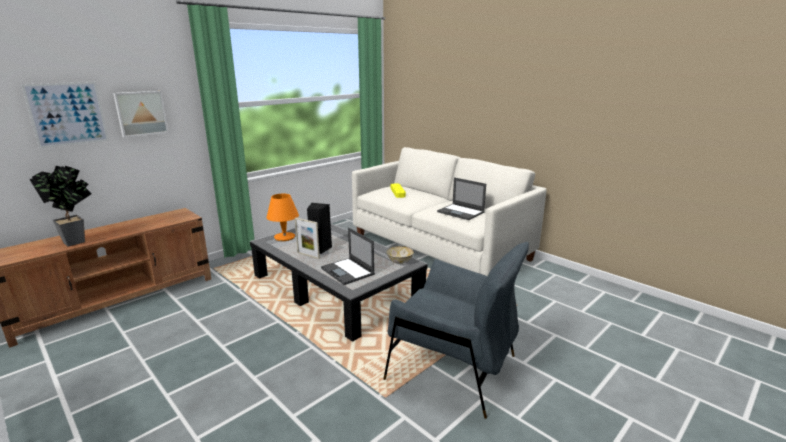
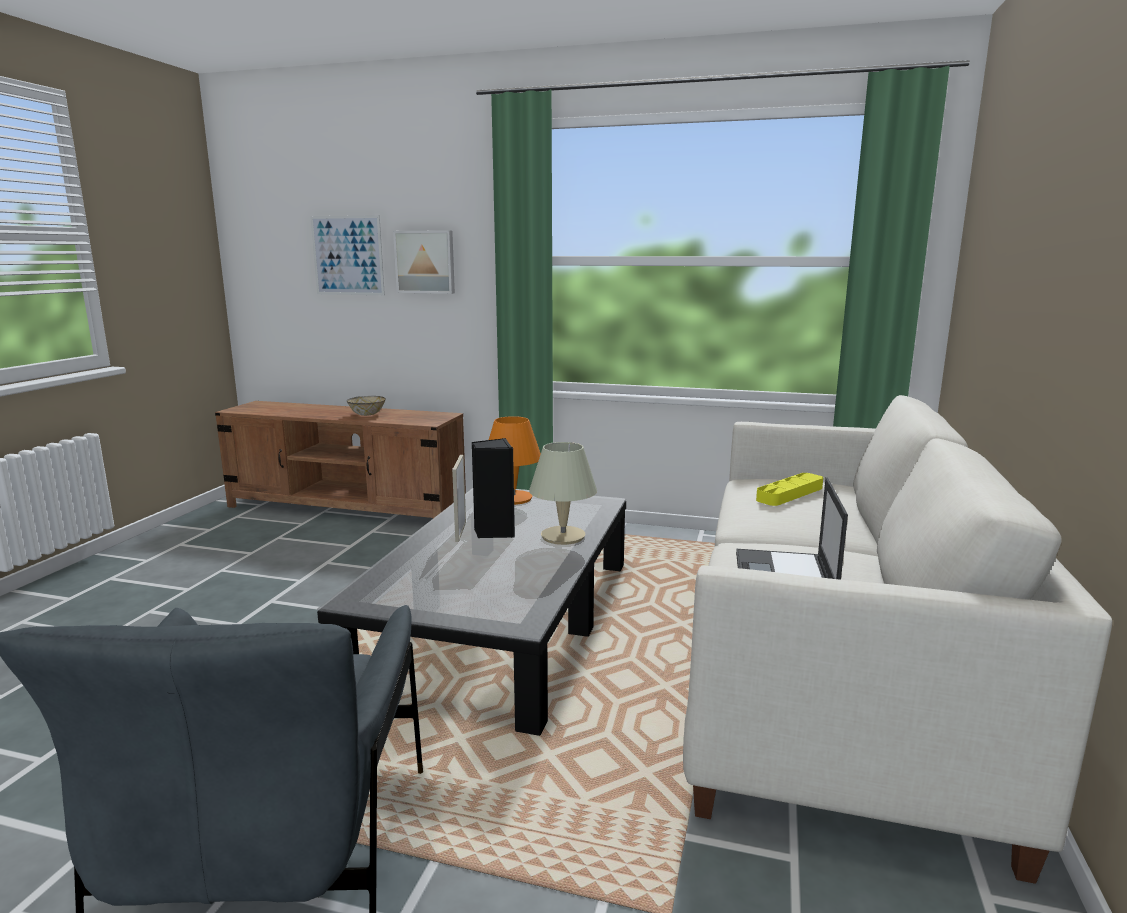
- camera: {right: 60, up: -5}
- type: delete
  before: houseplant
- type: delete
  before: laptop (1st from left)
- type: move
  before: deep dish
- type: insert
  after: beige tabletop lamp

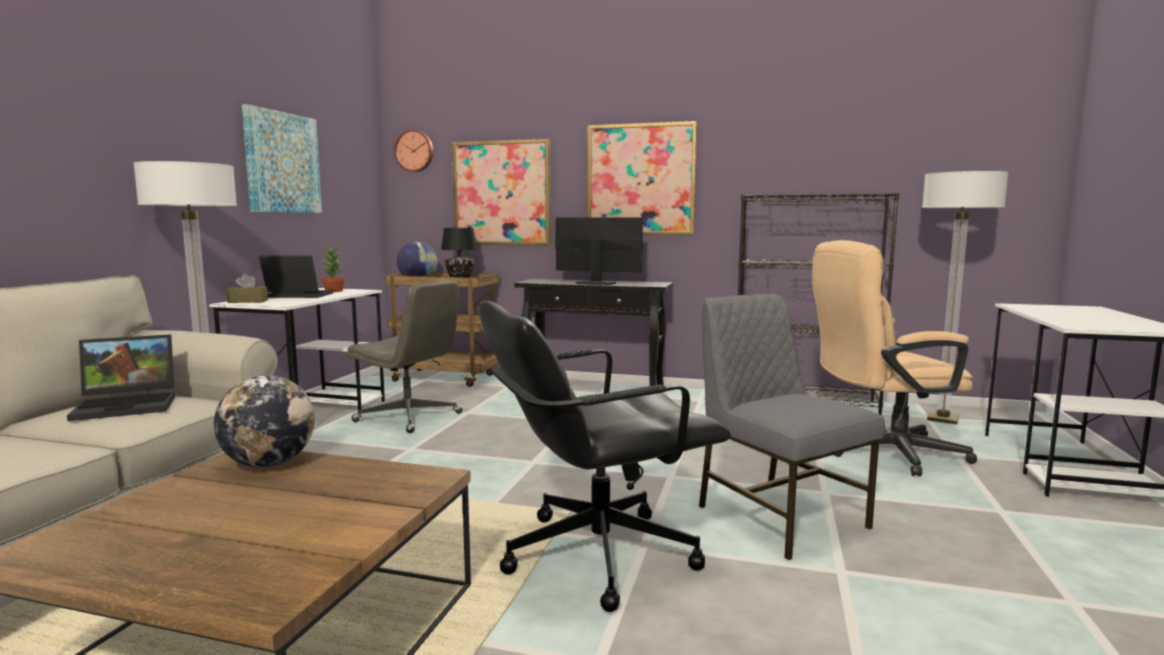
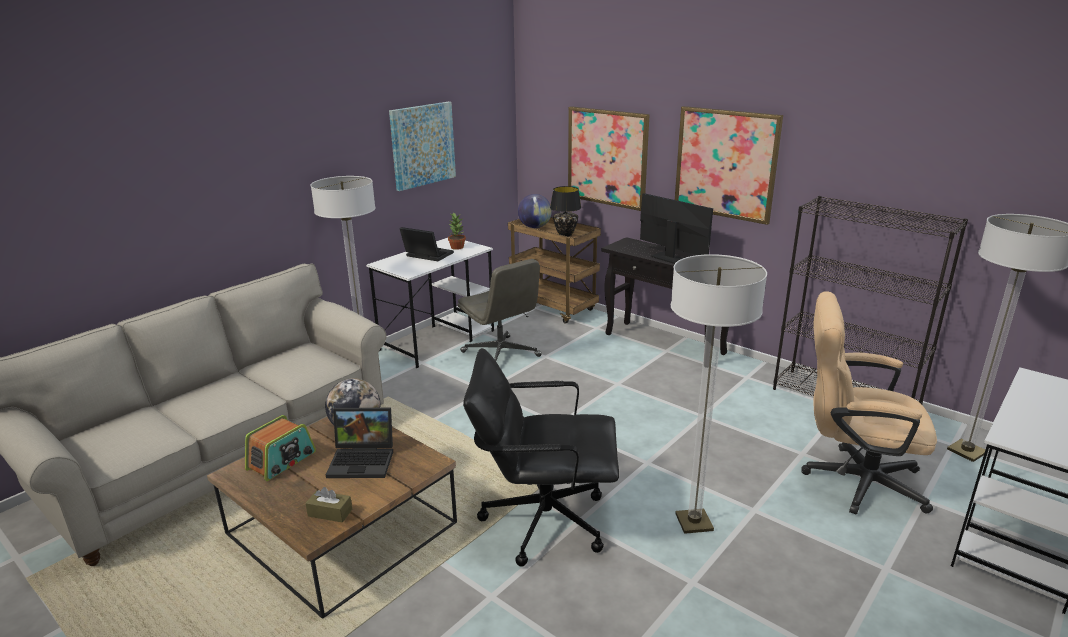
- camera: {right: 25, up: 15}
- type: move
  before: laptop (1st from left)
- type: move
  before: brownish box of tissues
- type: delete
  before: wall clock
- type: replace
  before: greyish plain chair
  after: standing lamp (2nd from left)
- type: insert
  after: radio set

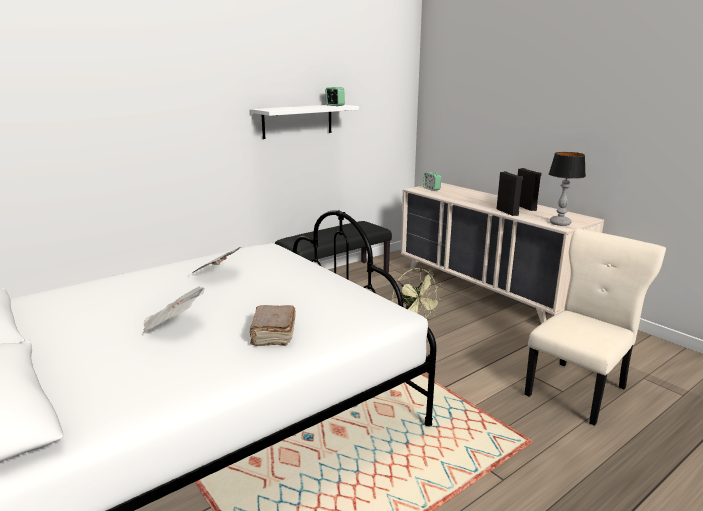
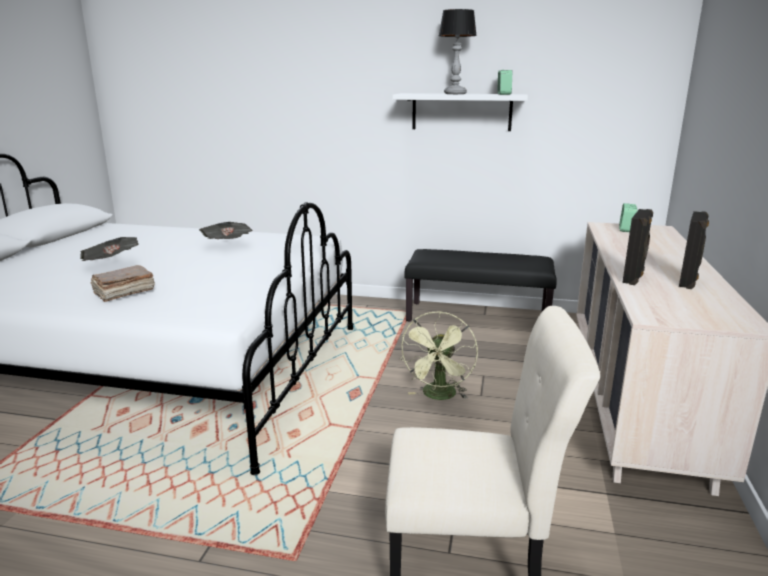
- camera: {right: 50, up: 0}
- type: move
  before: tabletop lamp

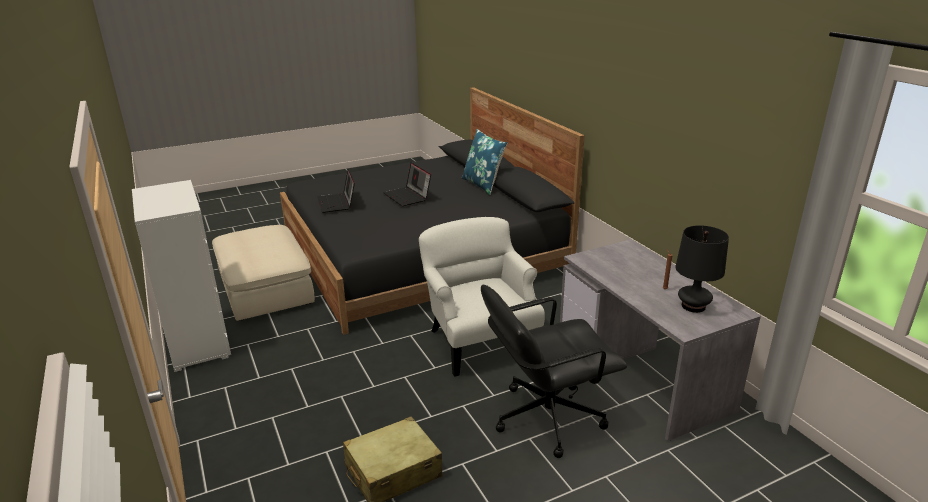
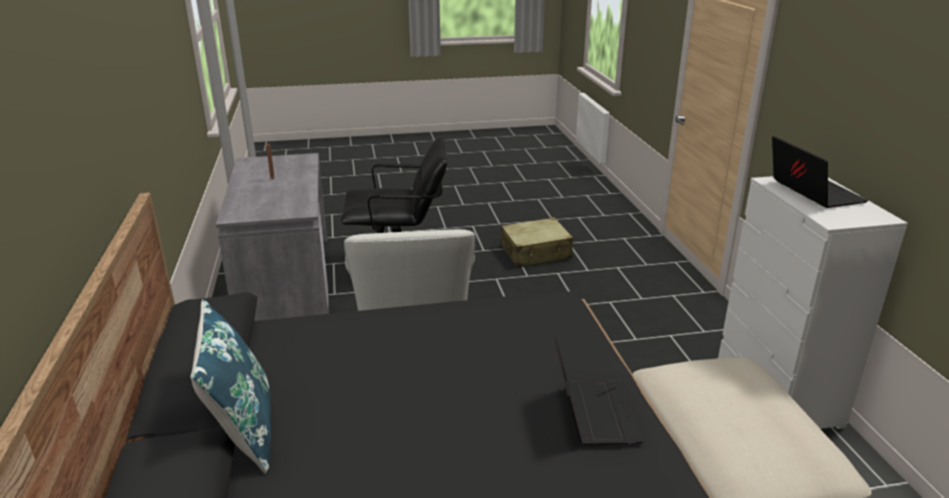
- camera: {right: -165, up: 0}
- type: move
  before: laptop (2nd from left)
- type: delete
  before: black-coloured tabletop lamp

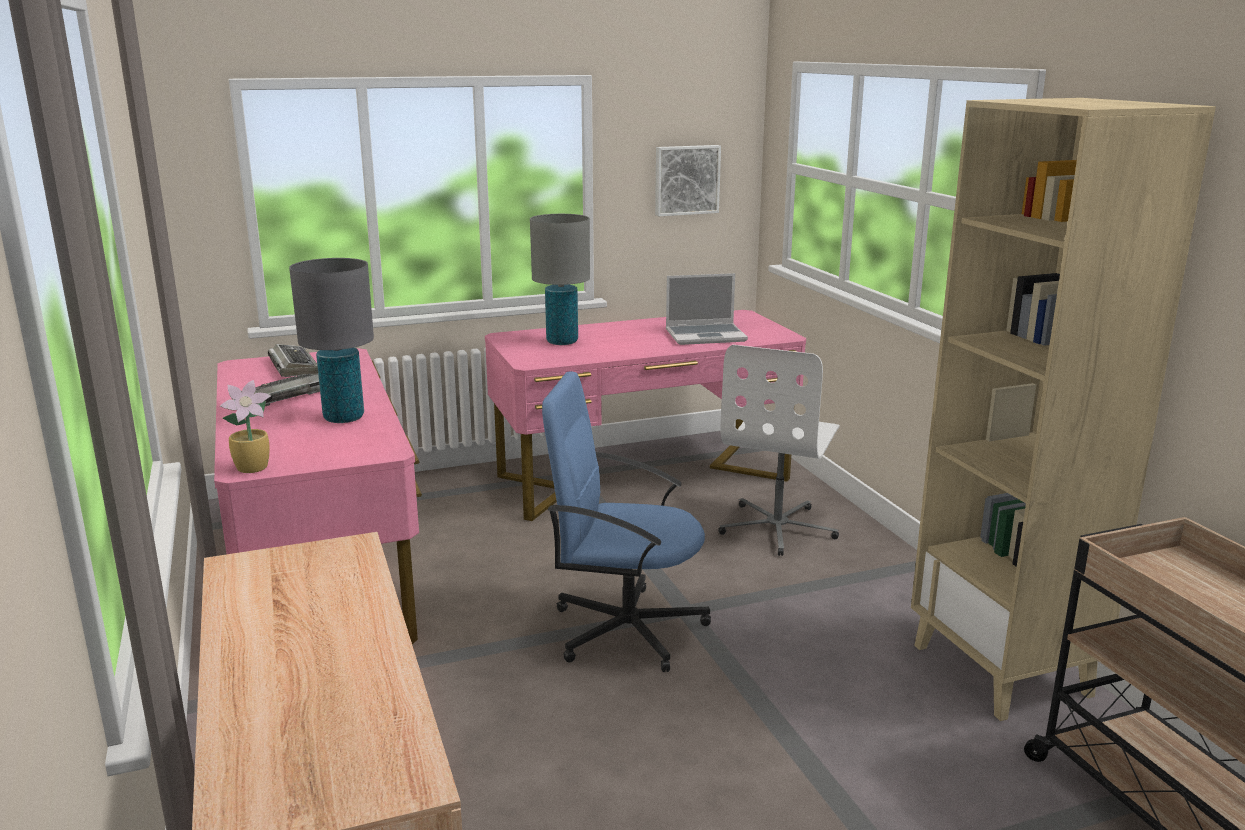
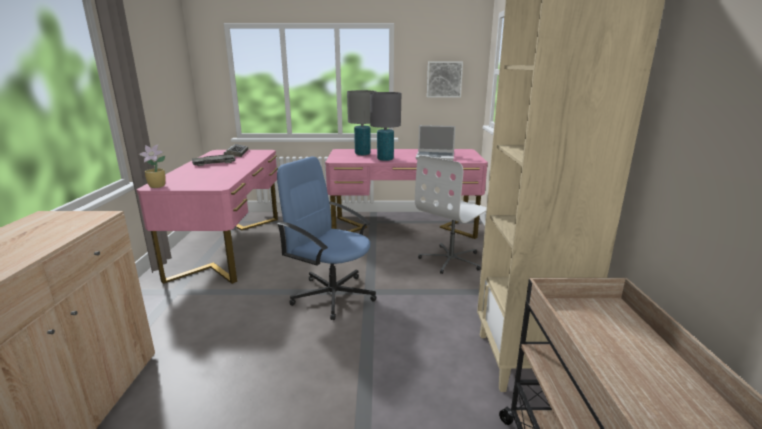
- camera: {right: 20, up: 0}
- type: move
  before: greyish tabletop lamp (1st from left in the first image)
  after: greyish tabletop lamp (2nd from left)

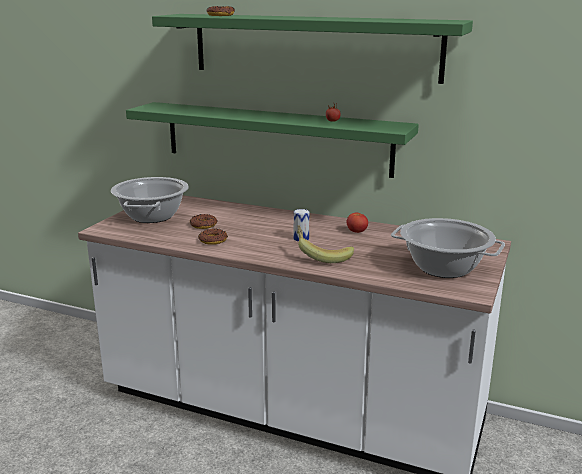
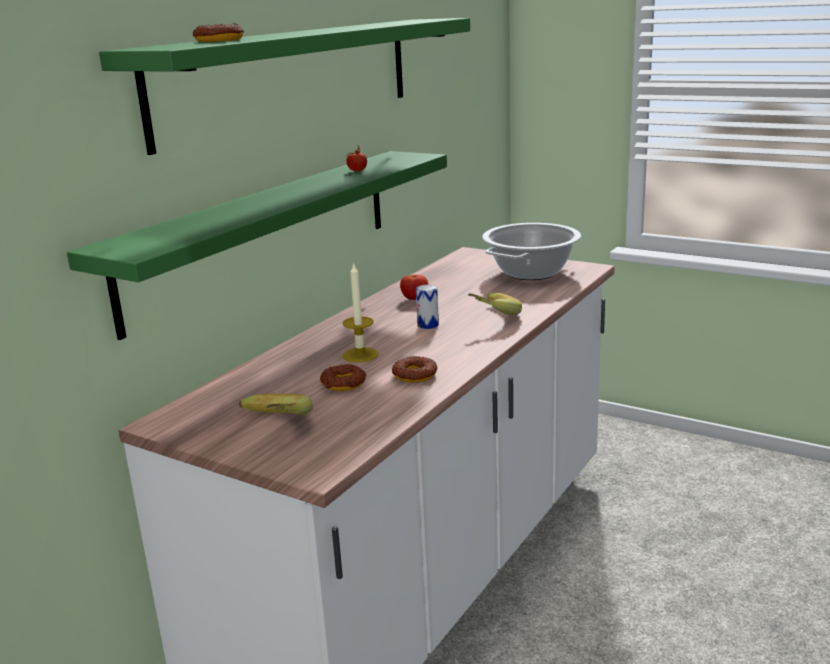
- camera: {right: -80, up: 0}
- type: replace
  before: saucepot (1st from left)
  after: whole banana (1st from left)
- type: insert
  after: candle

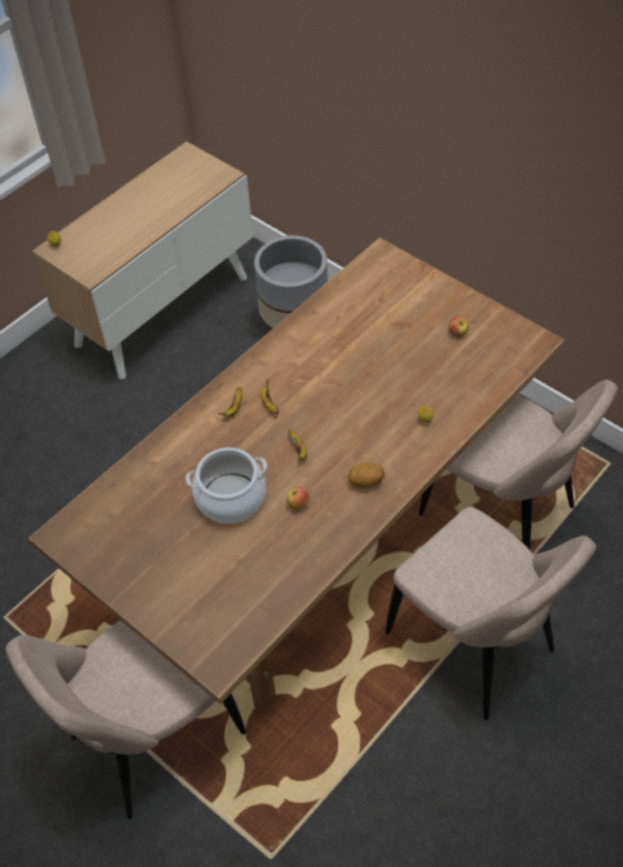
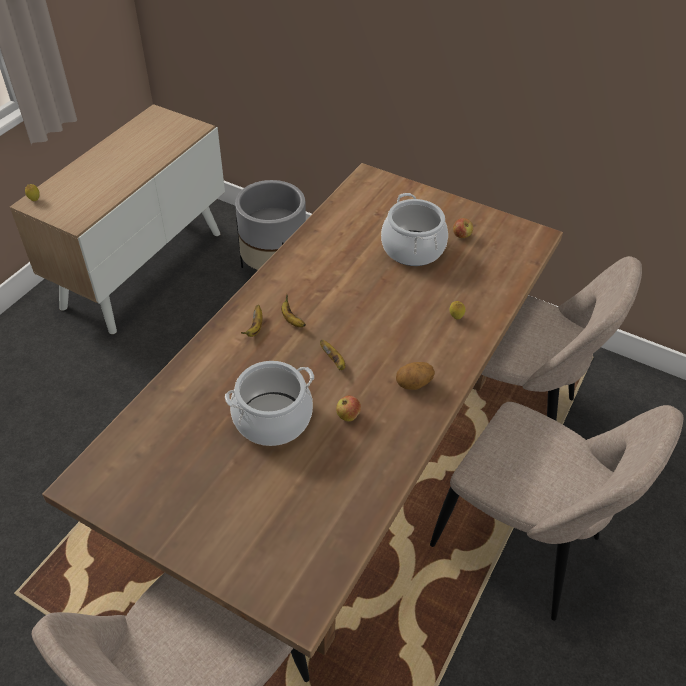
- camera: {right: -15, up: -5}
- type: insert
  after: saucepot (2nd from left)

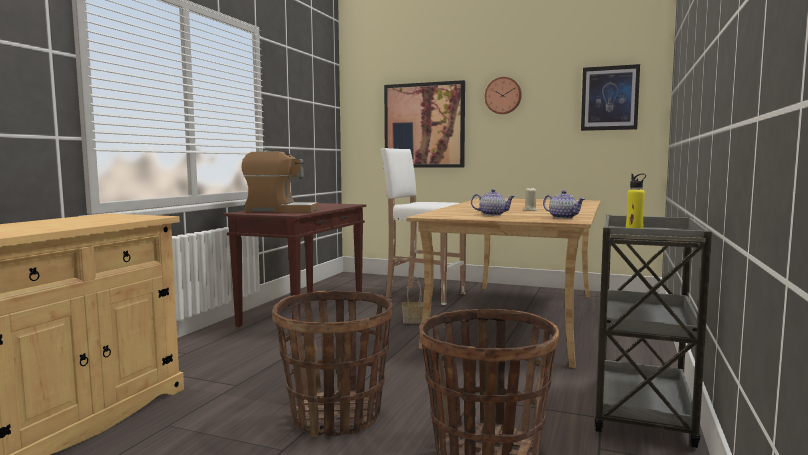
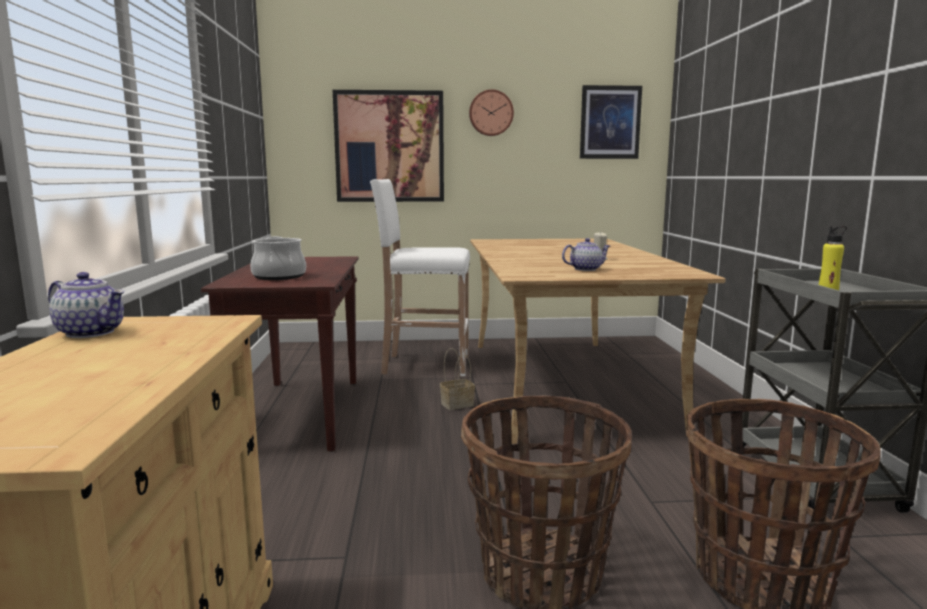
- camera: {right: -25, up: 5}
- type: replace
  before: coffee maker
  after: saucepot
- type: move
  before: tea pot (2nd from left in the first image)
  after: tea pot (1st from left)

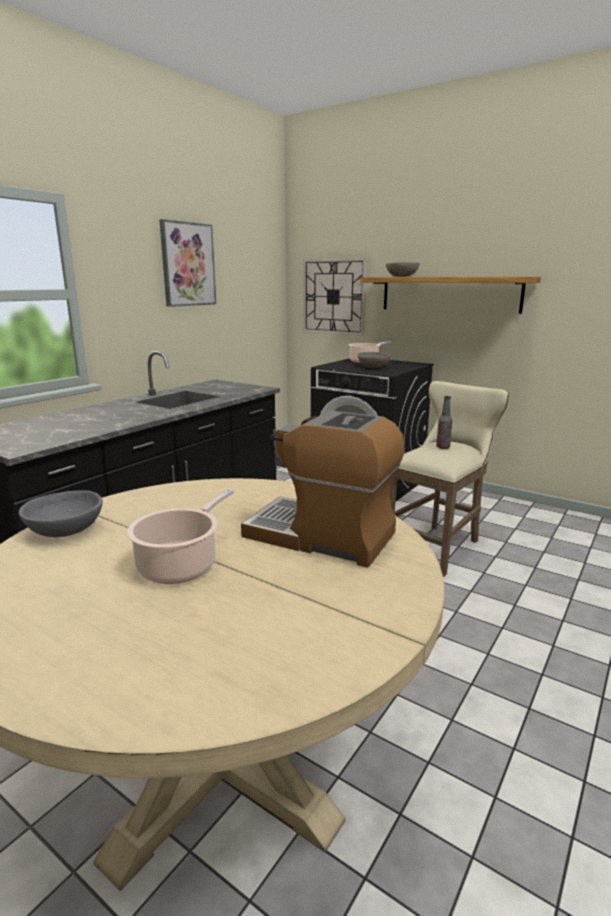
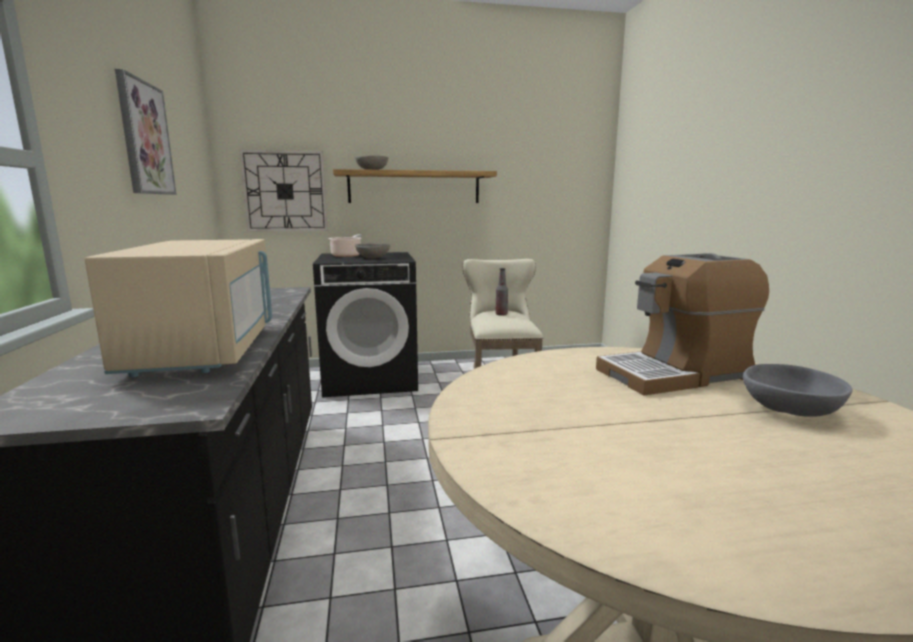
- camera: {right: -45, up: -5}
- type: move
  before: greyish deep dish (1st from left in the first image)
  after: greyish deep dish (3rd from left)
- type: delete
  before: saucepot (1st from left)
- type: insert
  after: beige microwave oven

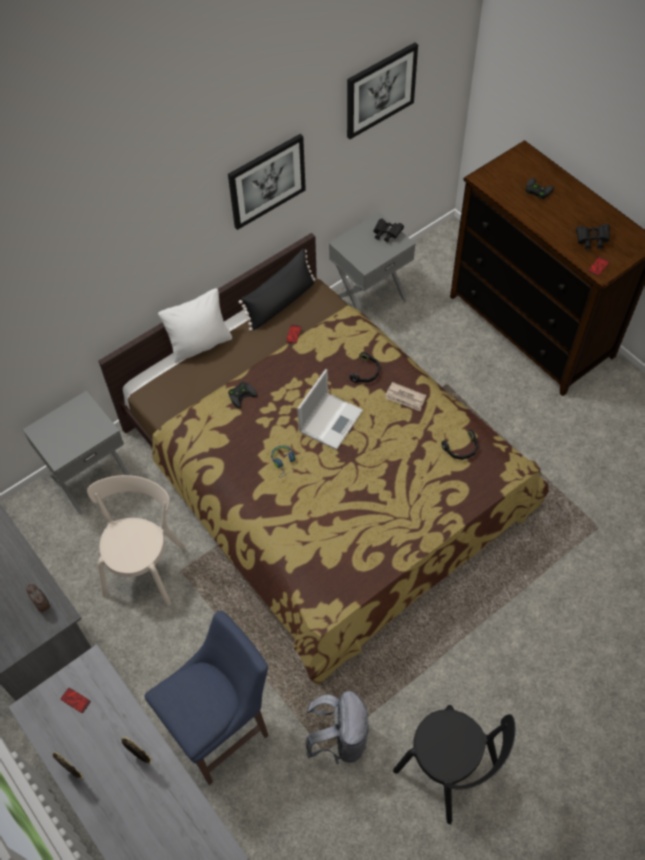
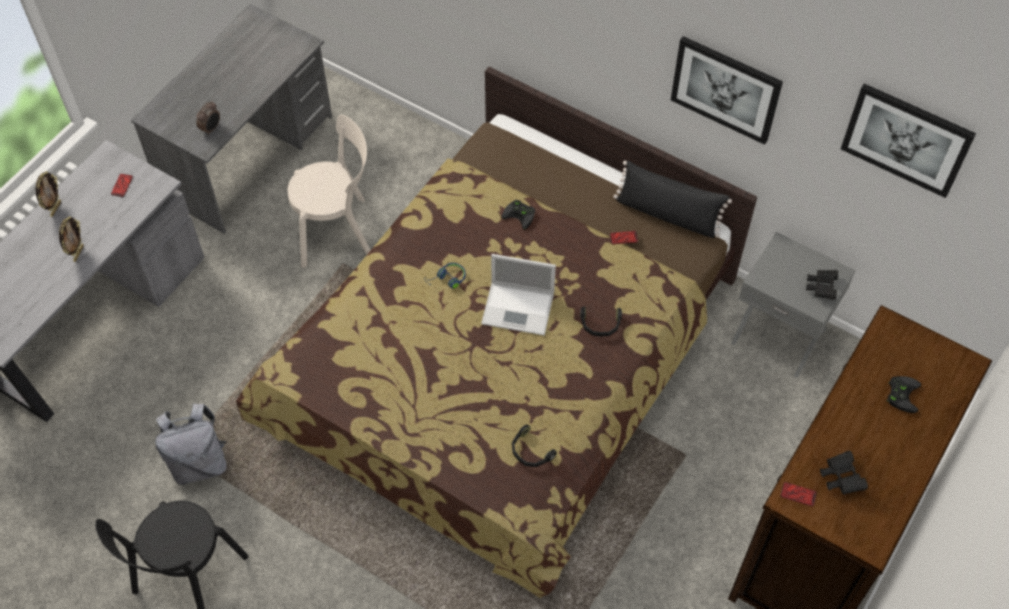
- camera: {right: 70, up: 0}
- type: delete
  before: greyish night table (1st from left)
- type: delete
  before: bluish stool
- type: delete
  before: white-coloured cushion
- type: delete
  before: daily paper

